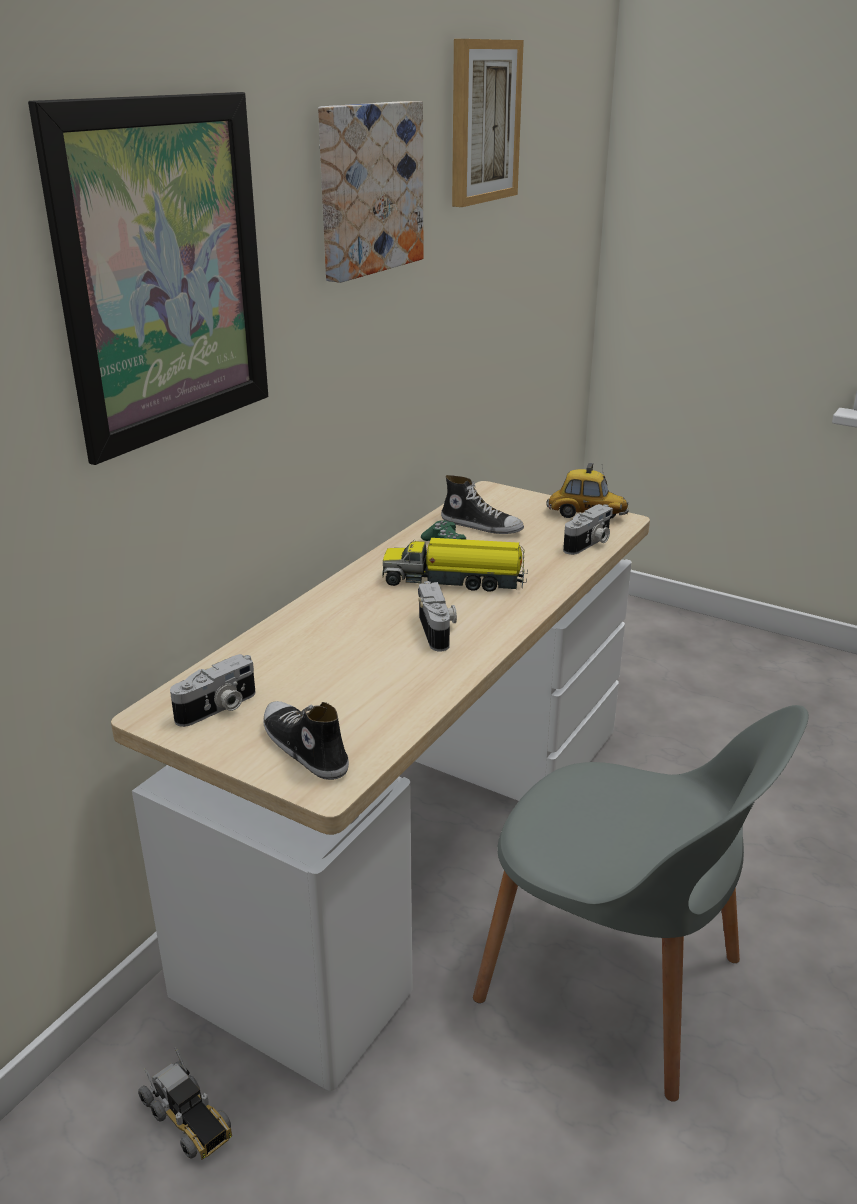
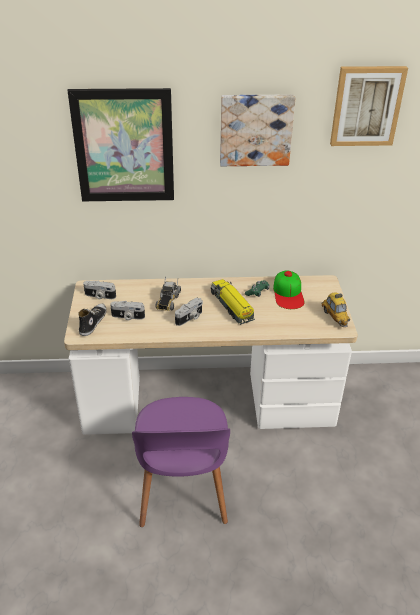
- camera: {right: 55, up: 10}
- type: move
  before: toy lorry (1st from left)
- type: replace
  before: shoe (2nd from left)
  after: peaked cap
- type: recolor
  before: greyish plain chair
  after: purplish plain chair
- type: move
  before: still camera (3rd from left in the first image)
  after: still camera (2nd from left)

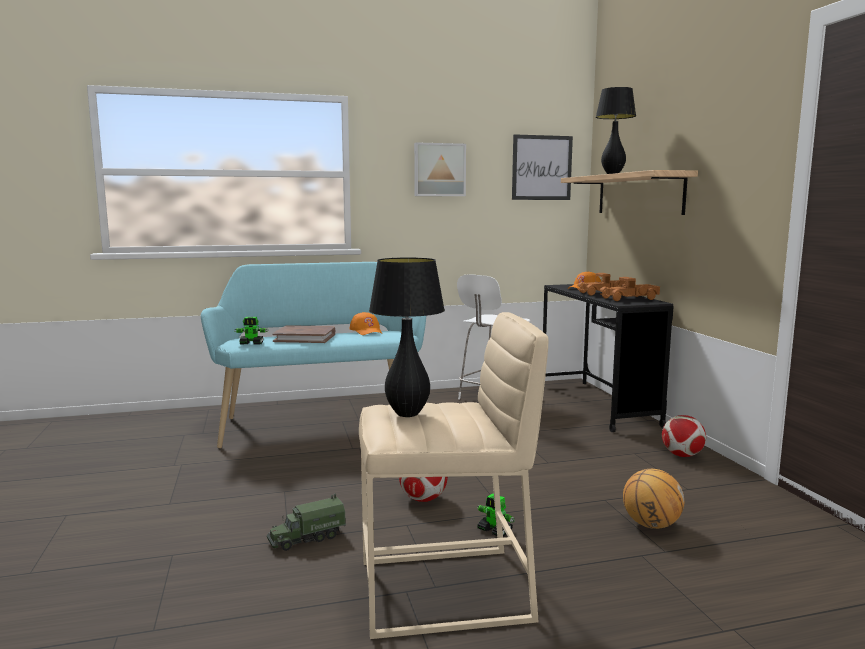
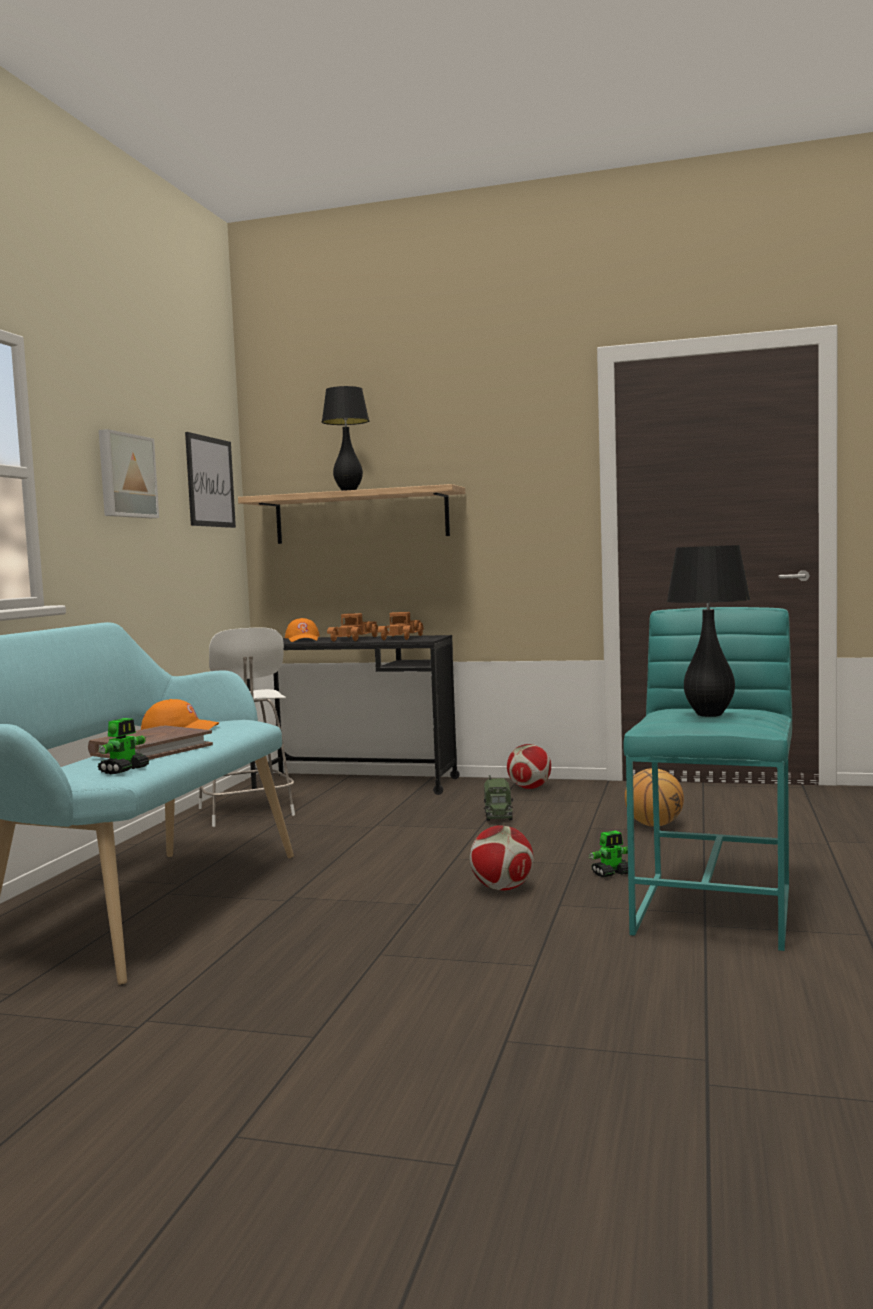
- camera: {right: -60, up: -5}
- type: move
  before: toy lorry (1st from left in the first image)
  after: toy lorry (3rd from left)
- type: recolor
  before: beige stool
  after: turquoise-coloured stool

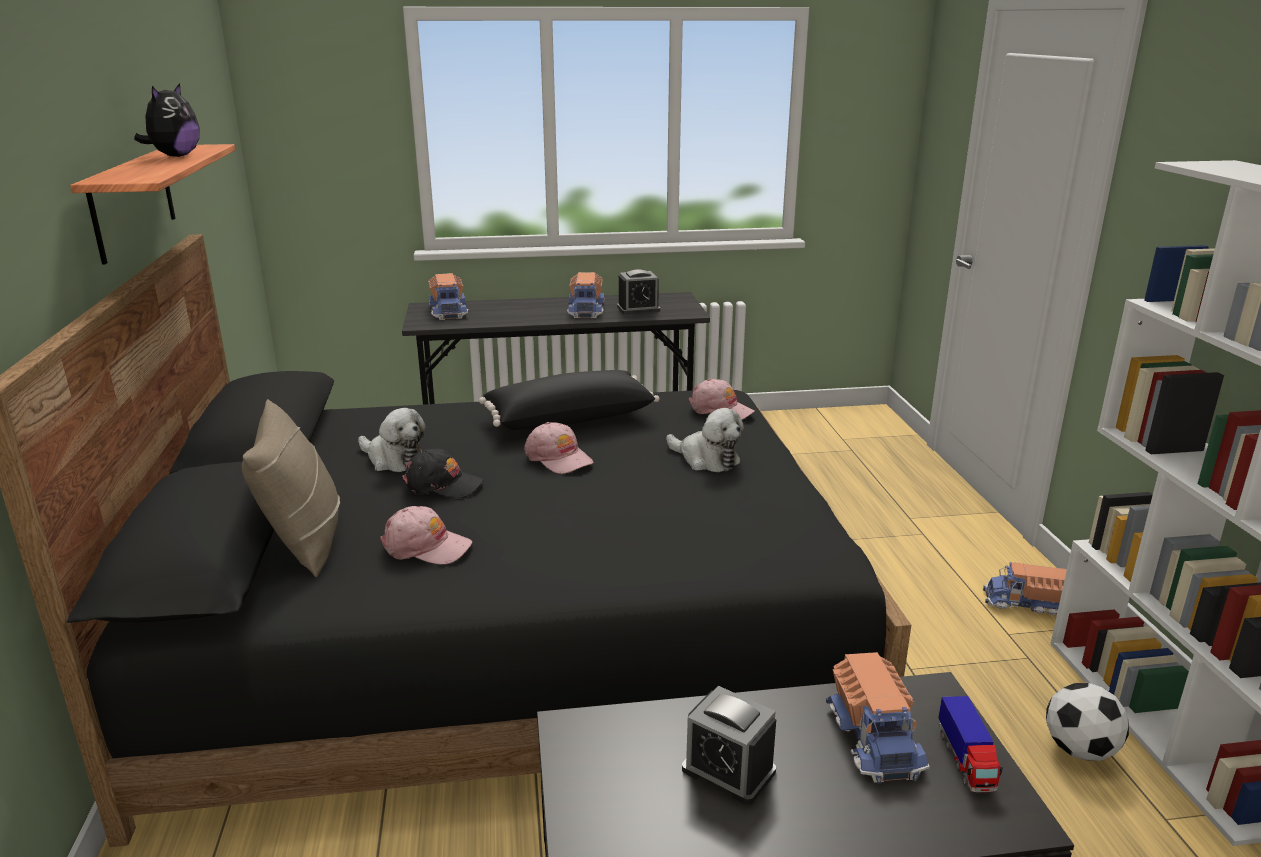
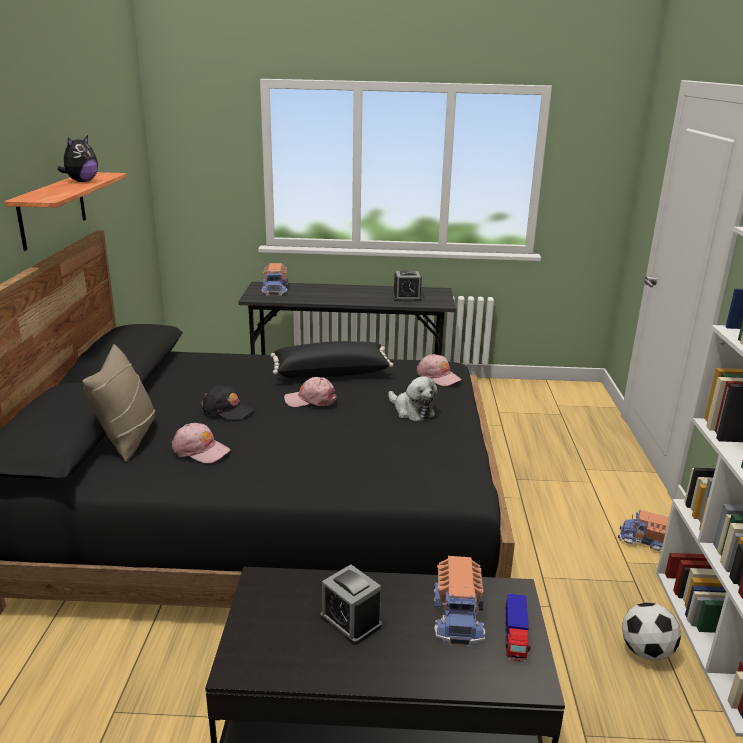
- camera: {right: 10, up: 0}
- type: delete
  before: cuddly toy (2nd from left)
- type: rotate
  before: pink-coloured peaked cap (2nd from left)
  turn: 120
- type: delete
  before: toy lorry (2nd from left)

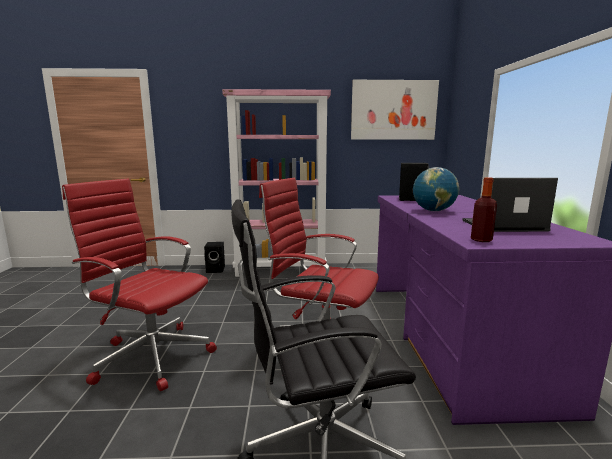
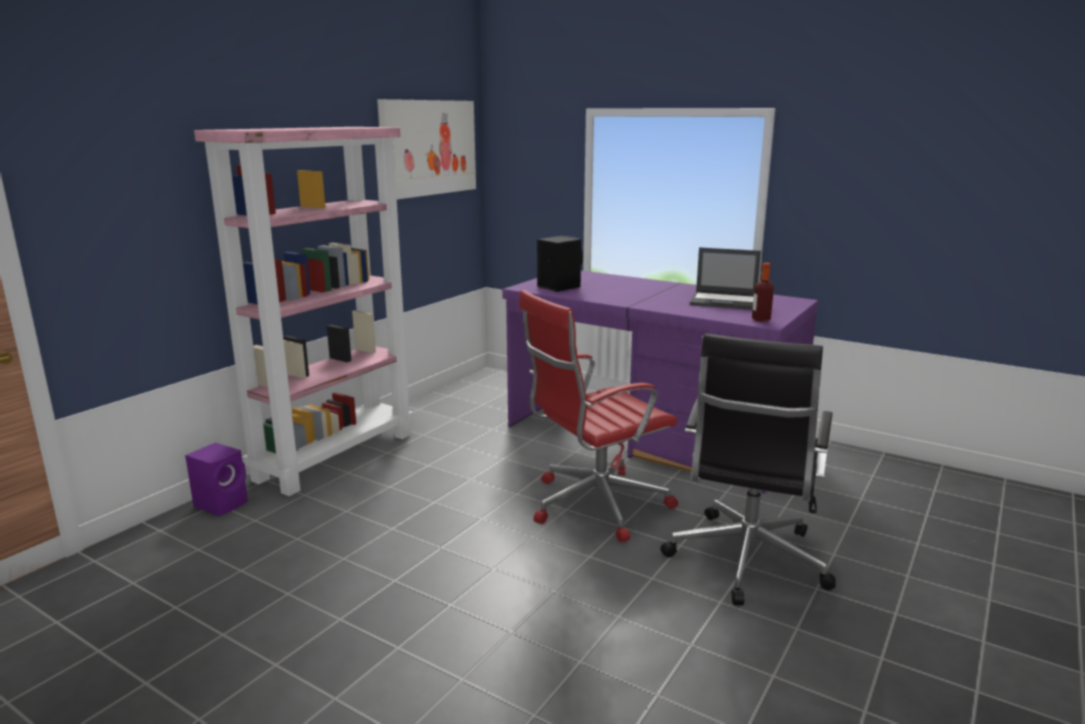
- camera: {right: -55, up: 5}
- type: delete
  before: red-coloured desk chair (1st from left)
- type: recolor
  before: black-coloured loudspeaker (1st from left)
  after: purplish loudspeaker
- type: delete
  before: globe
- type: rotate
  before: laptop
  turn: -105

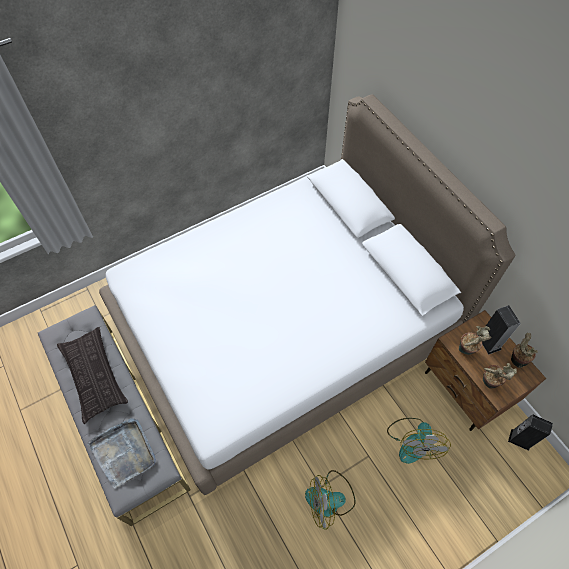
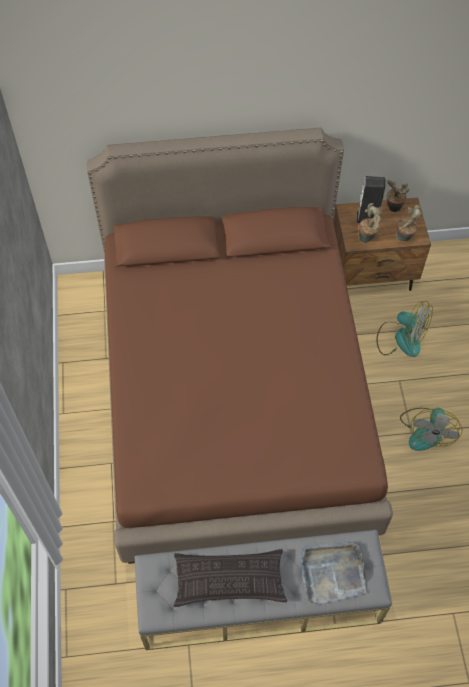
- camera: {right: -65, up: 0}
- type: recolor
  before: white-coloured bedroom bed
  after: brownish bedroom bed
- type: delete
  before: loudspeaker (2nd from left)

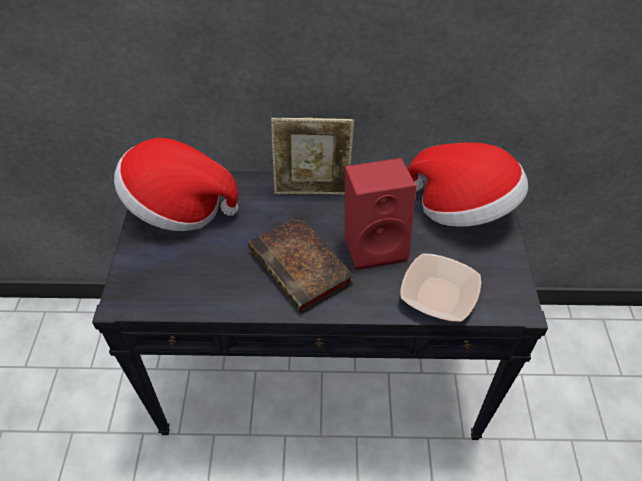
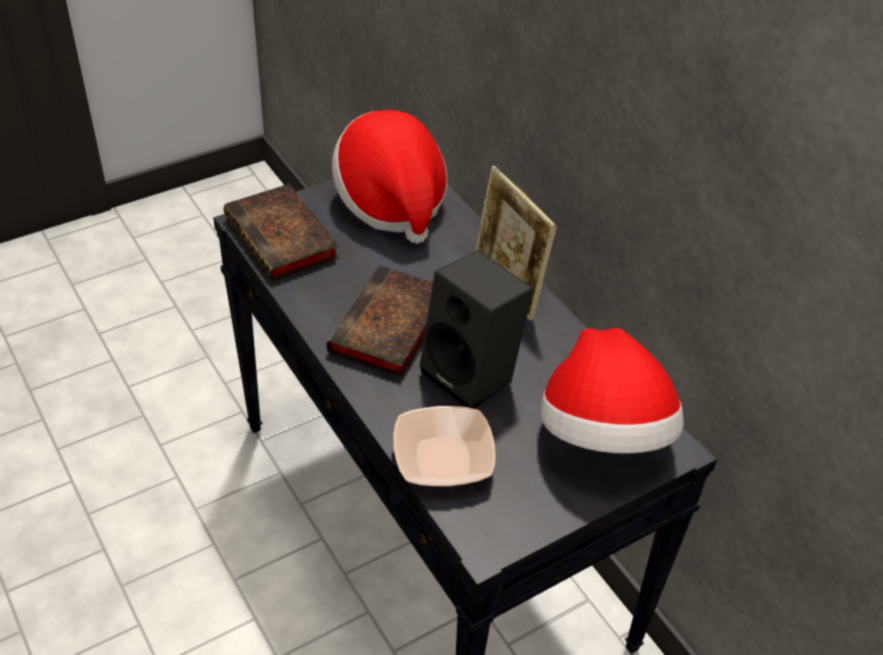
- camera: {right: 55, up: -5}
- type: recolor
  before: red-coloured loudspeaker
  after: black-coloured loudspeaker
- type: insert
  after: volume (1st from left)

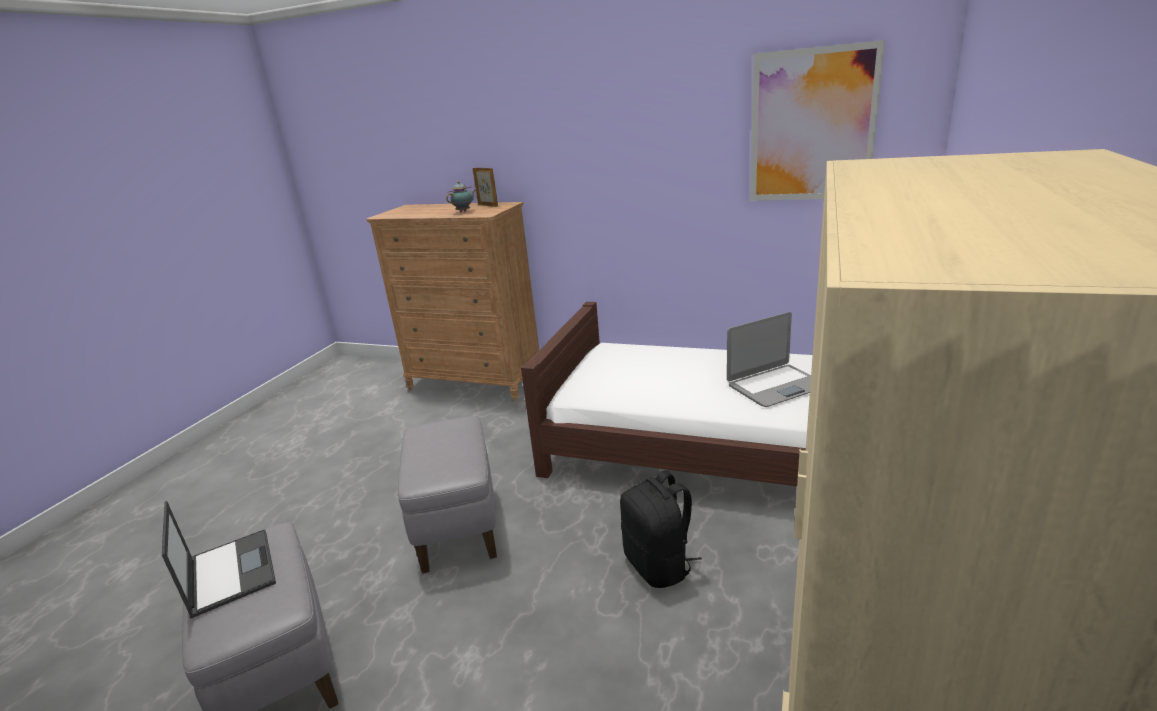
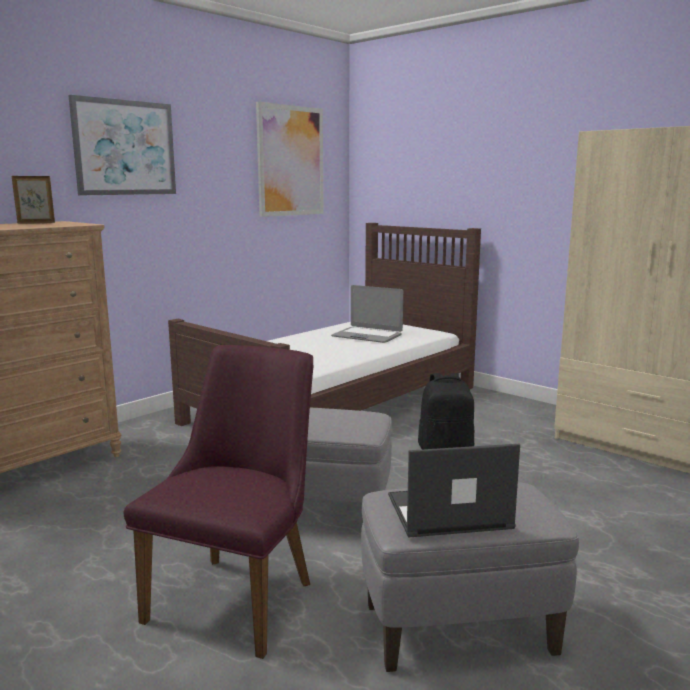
- camera: {right: -70, up: -10}
- type: delete
  before: tea pot
- type: rotate
  before: laptop (2nd from left in the first image)
  turn: 120
- type: insert
  after: wall art (1st from left)
- type: insert
  after: purplish plain chair

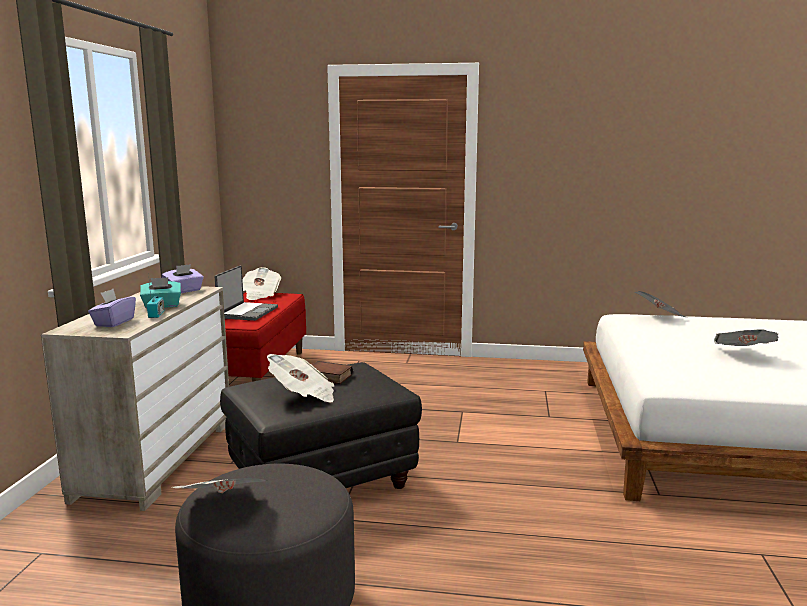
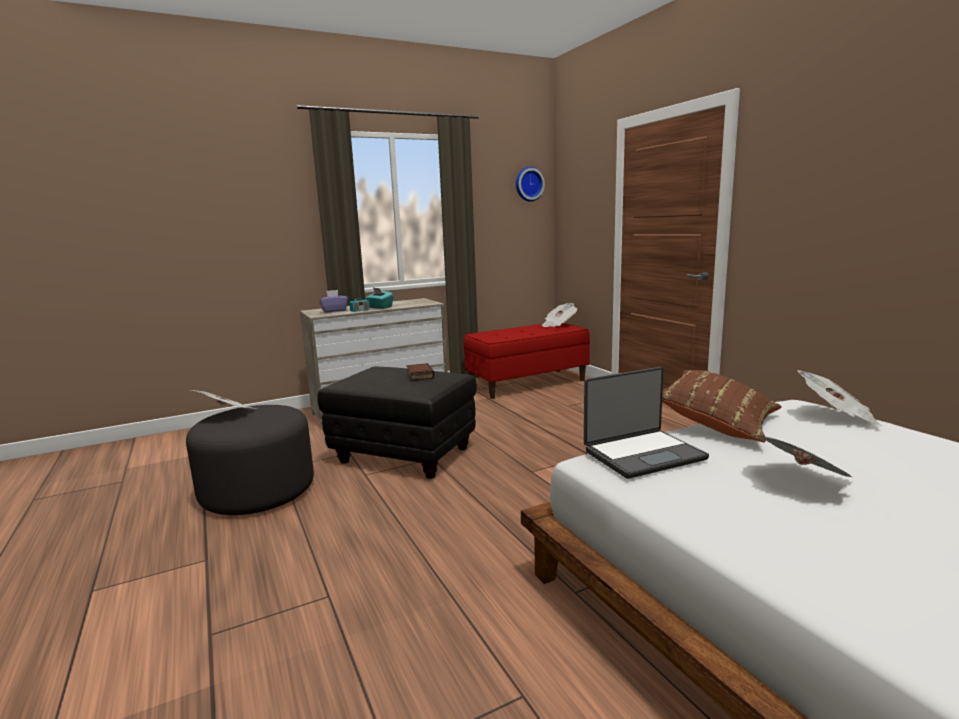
- camera: {right: 55, up: 0}
- type: delete
  before: purplish box of tissues (2nd from left)
- type: move
  before: laptop
- type: delete
  before: daily paper (3rd from left)
- type: insert
  after: wall clock
- type: insert
  after: brownish cushion

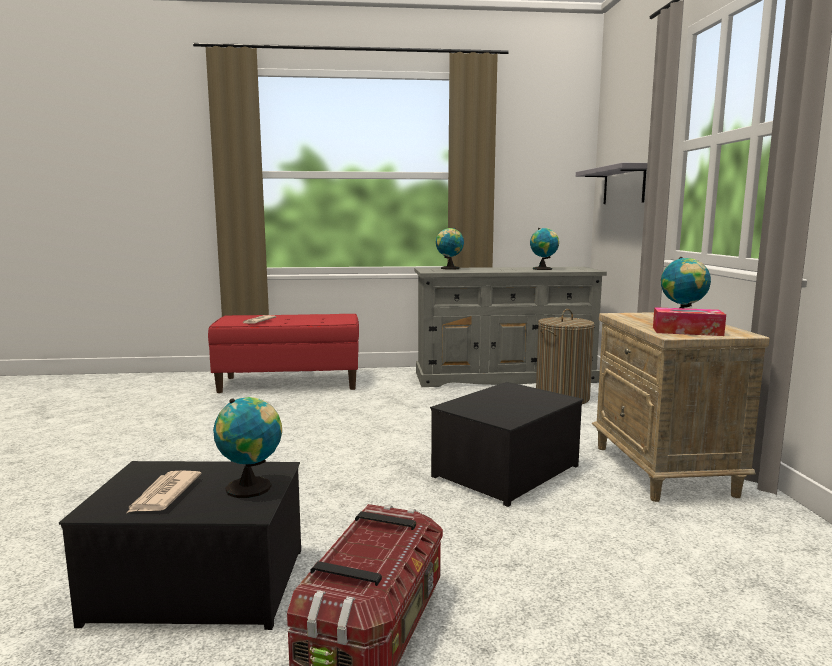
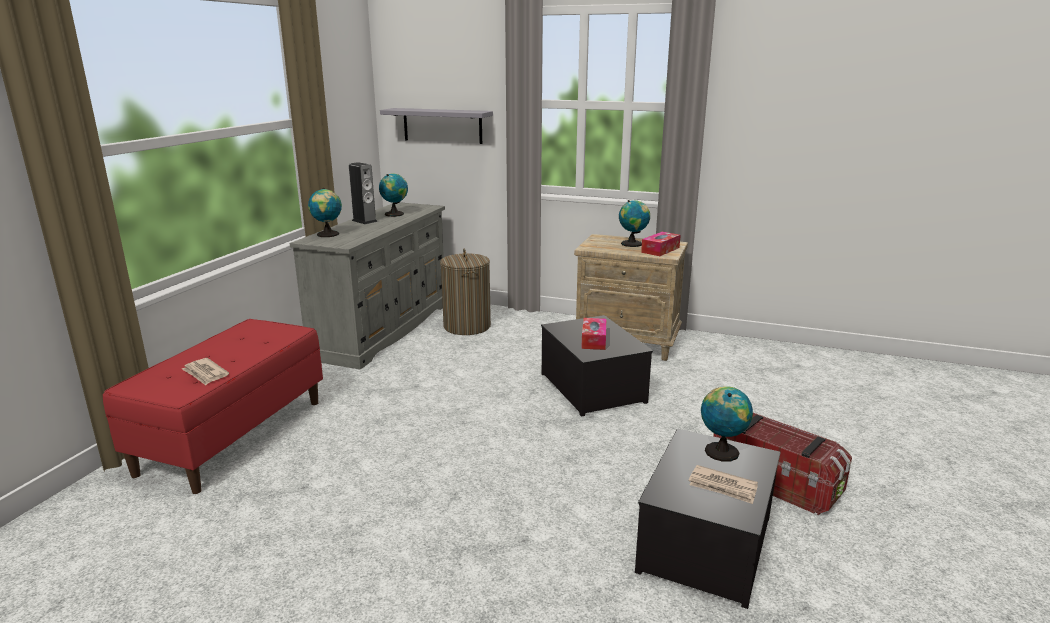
- camera: {right: -65, up: 10}
- type: insert
  after: loudspeaker
- type: insert
  after: box of tissues (1st from left)

